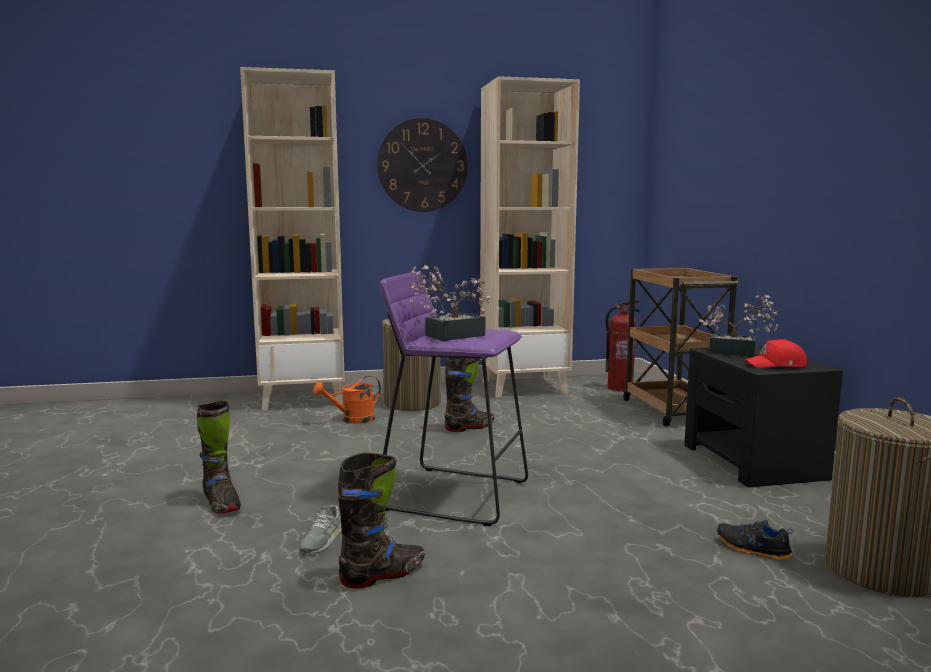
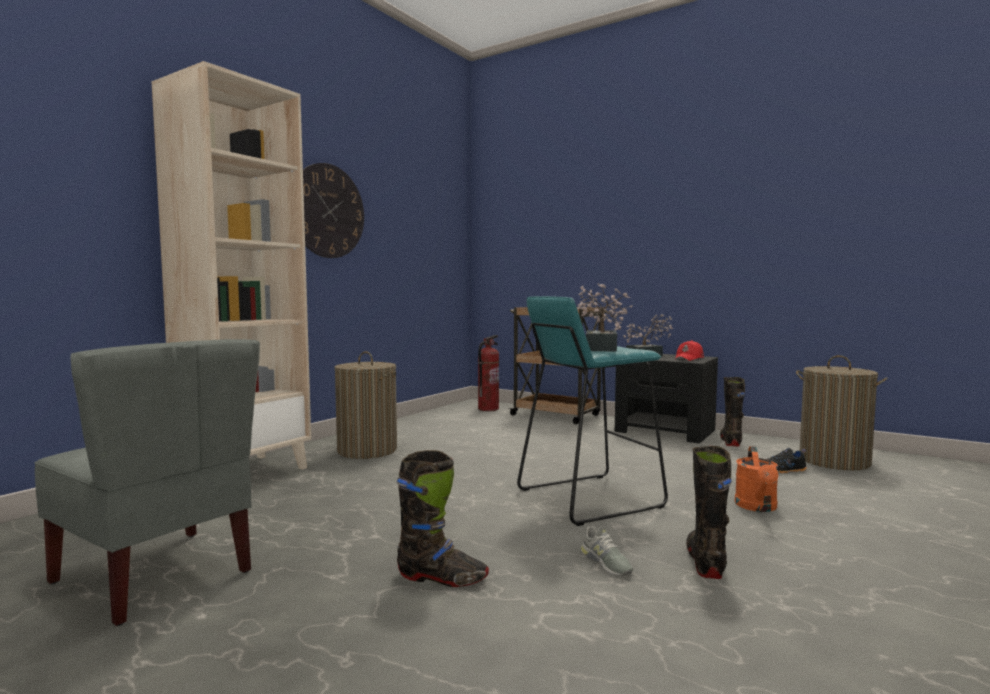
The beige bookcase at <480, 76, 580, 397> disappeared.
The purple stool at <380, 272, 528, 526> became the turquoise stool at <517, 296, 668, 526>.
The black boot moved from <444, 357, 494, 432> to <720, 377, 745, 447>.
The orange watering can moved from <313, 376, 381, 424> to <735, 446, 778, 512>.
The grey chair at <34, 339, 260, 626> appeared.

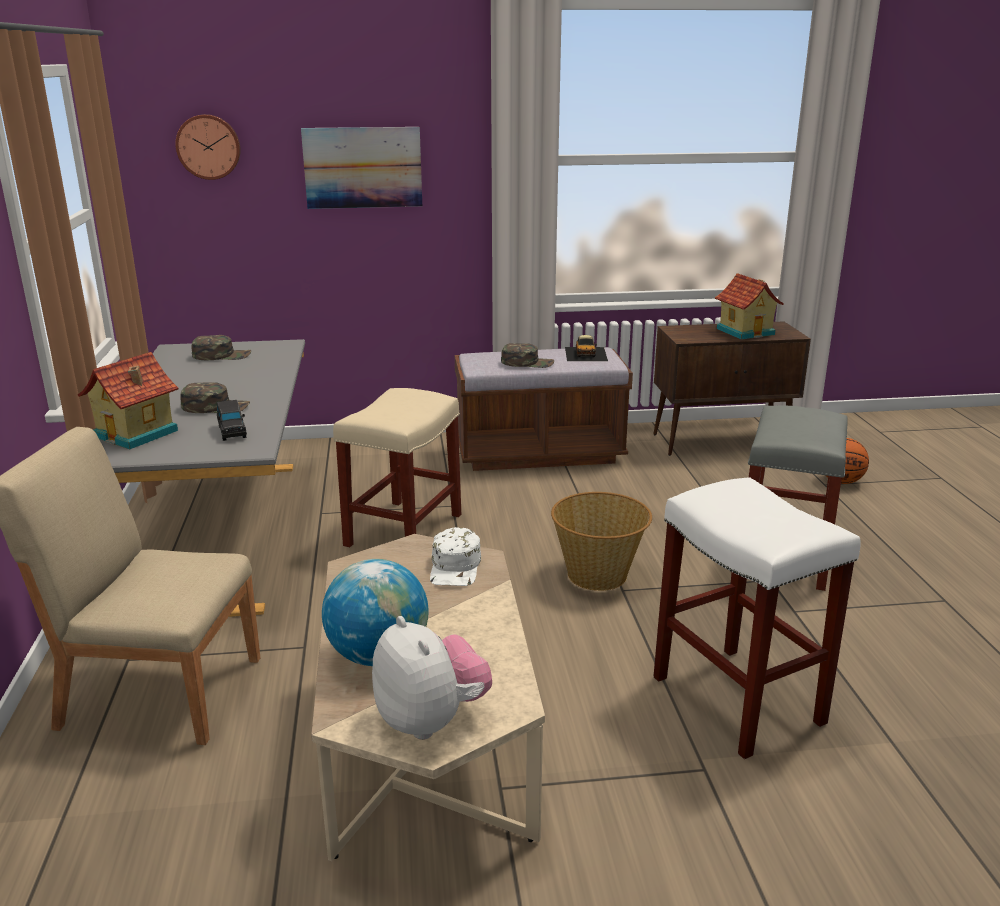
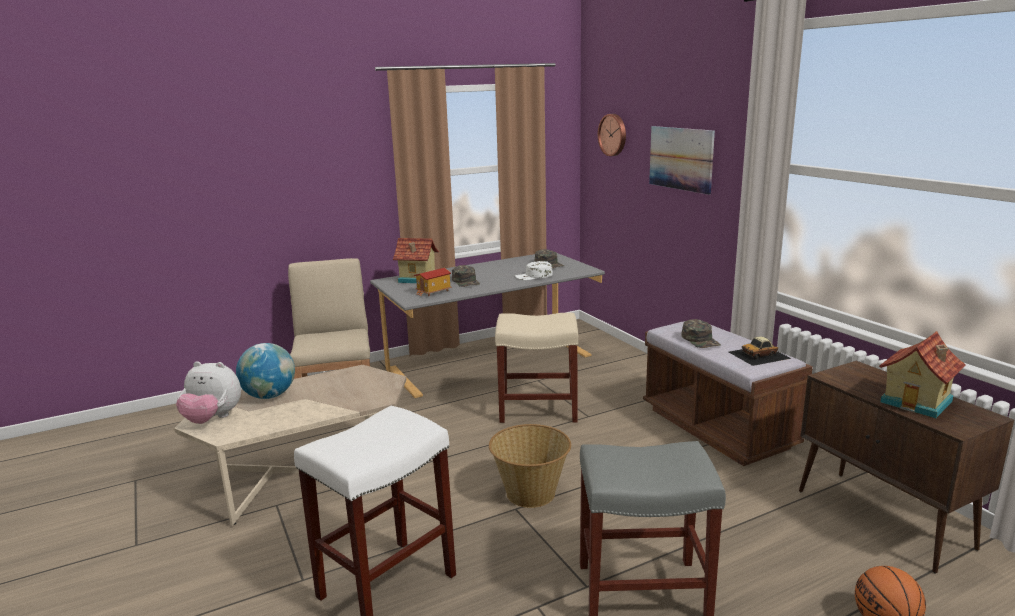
The black toy car at <217, 400, 247, 441> was replaced by the toy house at <414, 268, 452, 296>.
The white cap moved from <430, 527, 481, 586> to <514, 261, 553, 280>.
The plush toy at <372, 616, 492, 740> turned 60 degrees clockwise.

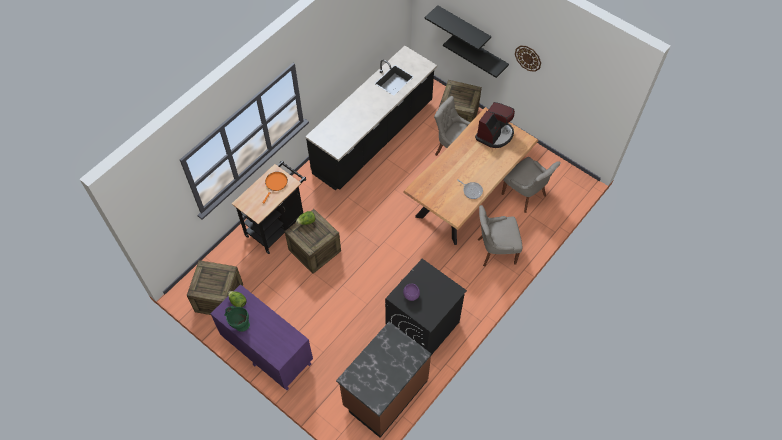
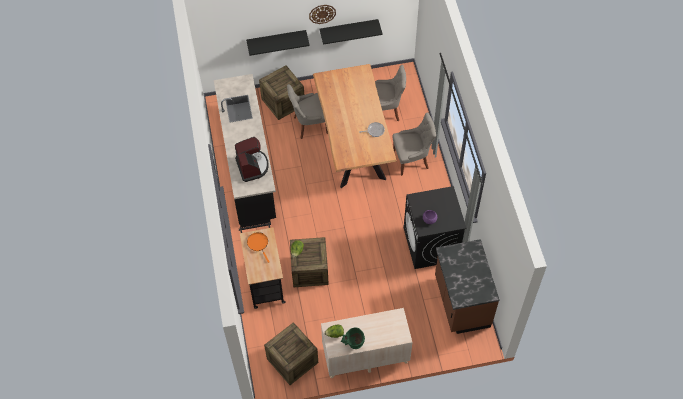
The black shelf moved from <424, 5, 491, 50> to <320, 19, 383, 45>.
The coffee machine moved from <475, 102, 515, 148> to <235, 137, 269, 182>.
The grey chair at <478, 205, 522, 267> turned 135 degrees counterclockwise.
The purple dresser at <211, 284, 313, 391> became the beige dresser at <321, 308, 413, 378>.

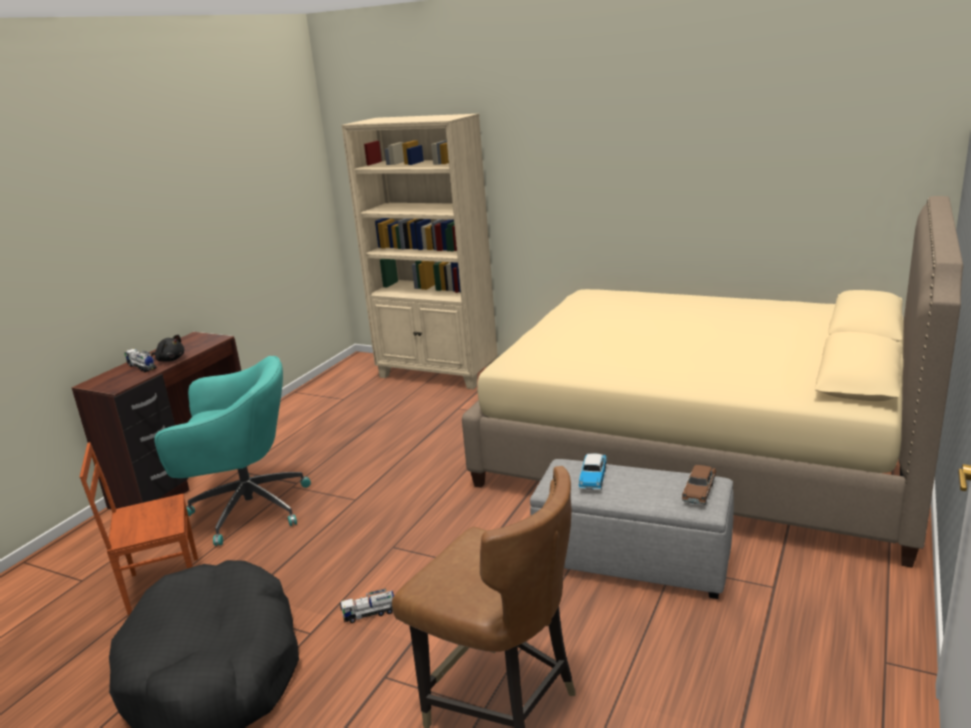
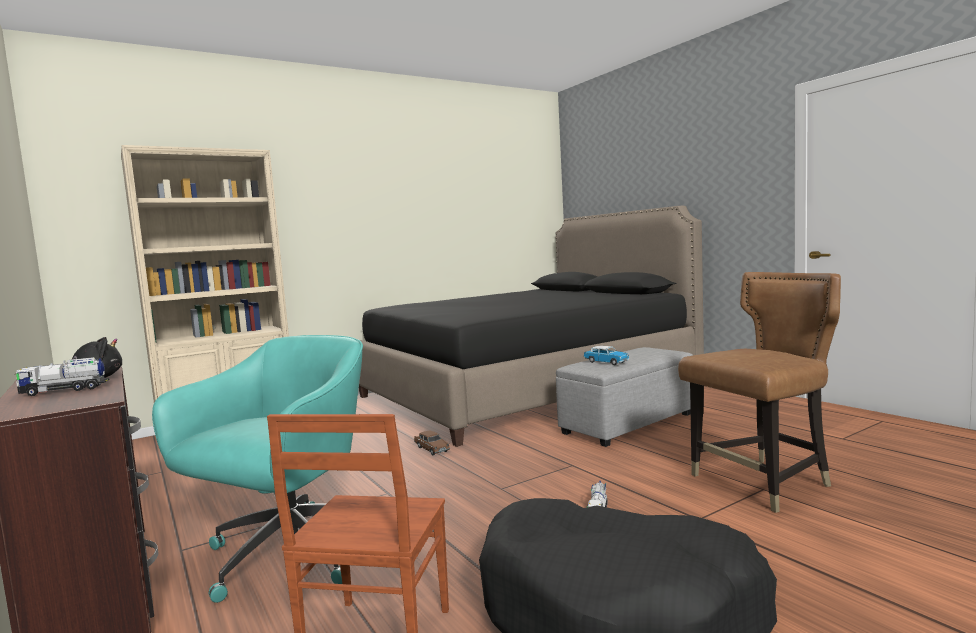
The beige bed at <462, 196, 963, 568> became the black bed at <359, 206, 704, 447>.
The brown toy car moved from <682, 465, 716, 505> to <414, 430, 450, 455>.

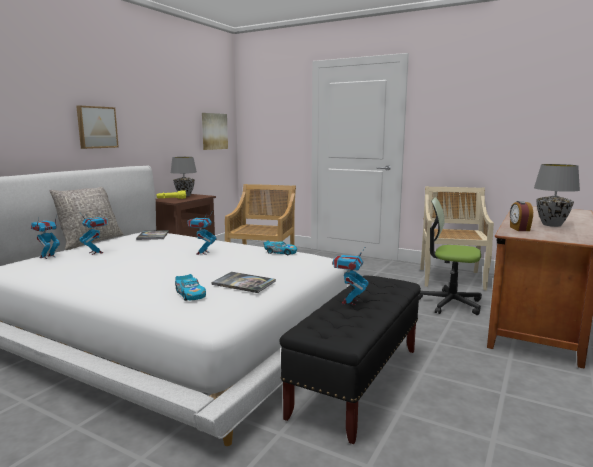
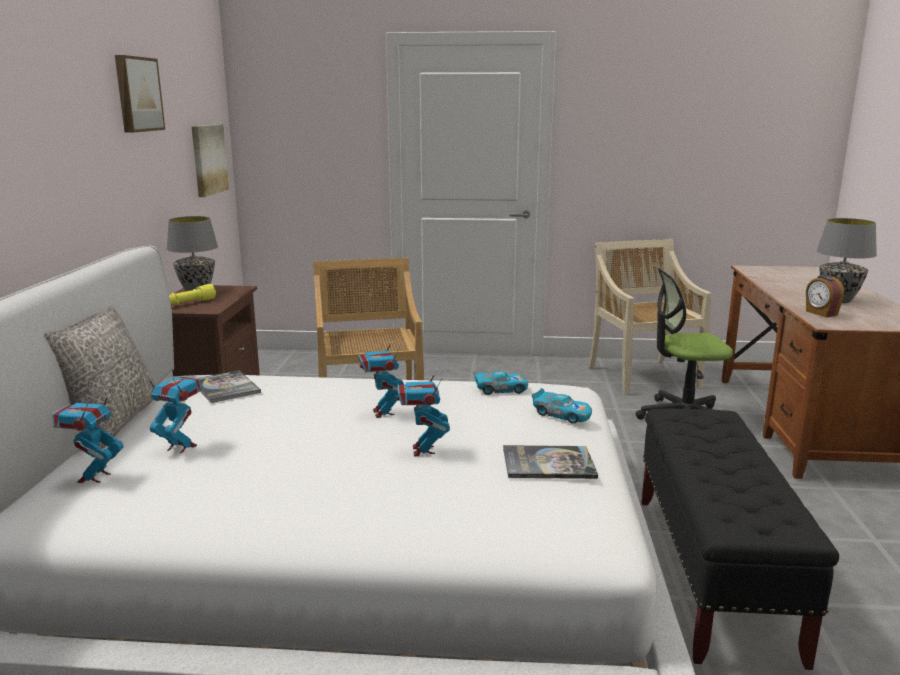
The picture moved from <76, 106, 119, 149> to <115, 55, 165, 133>.
The toy robot moved from <332, 248, 369, 305> to <397, 366, 450, 456>.
The toy car moved from <175, 274, 206, 301> to <532, 388, 592, 424>.

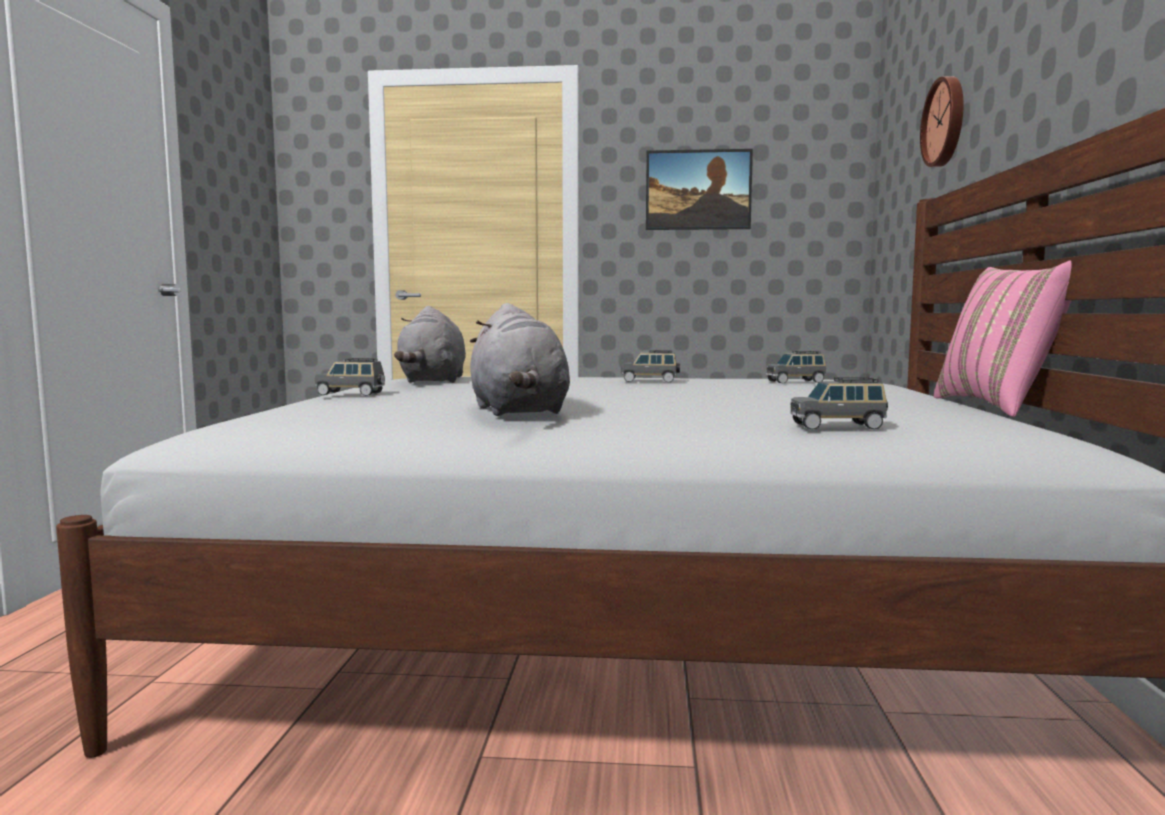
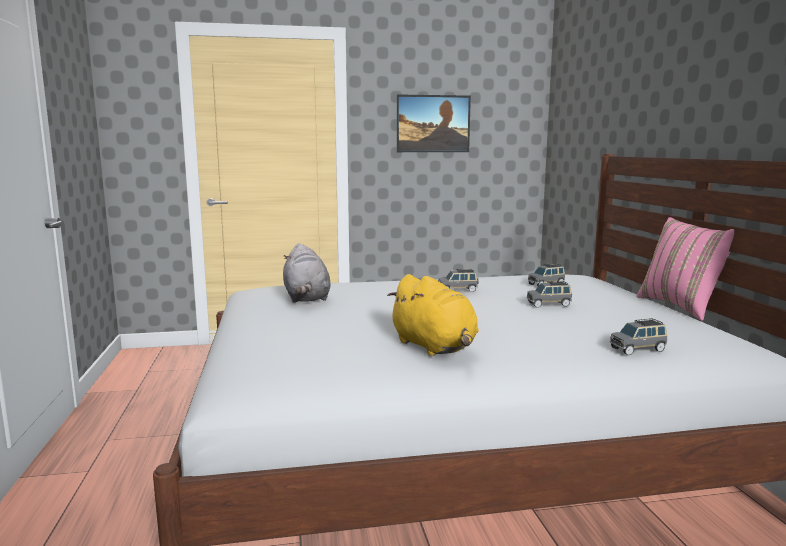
The wall clock at <920, 76, 964, 167> disappeared.
The grey plush toy at <470, 303, 570, 416> became the yellow plush toy at <387, 274, 479, 356>.
The grey toy car moved from <315, 358, 385, 396> to <527, 281, 572, 308>.

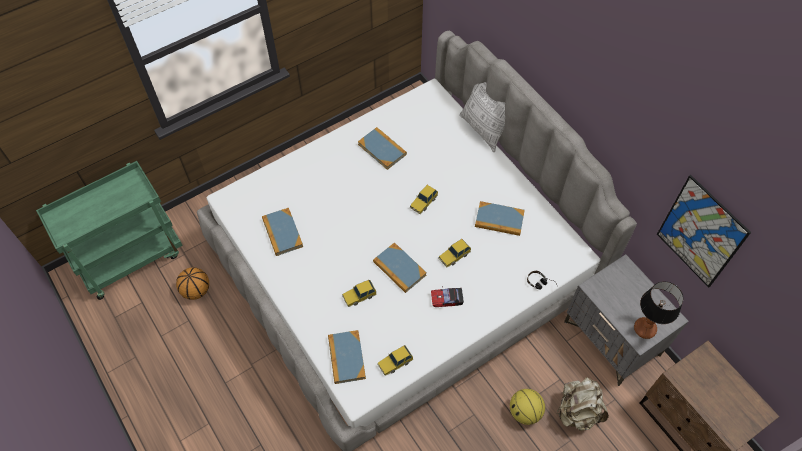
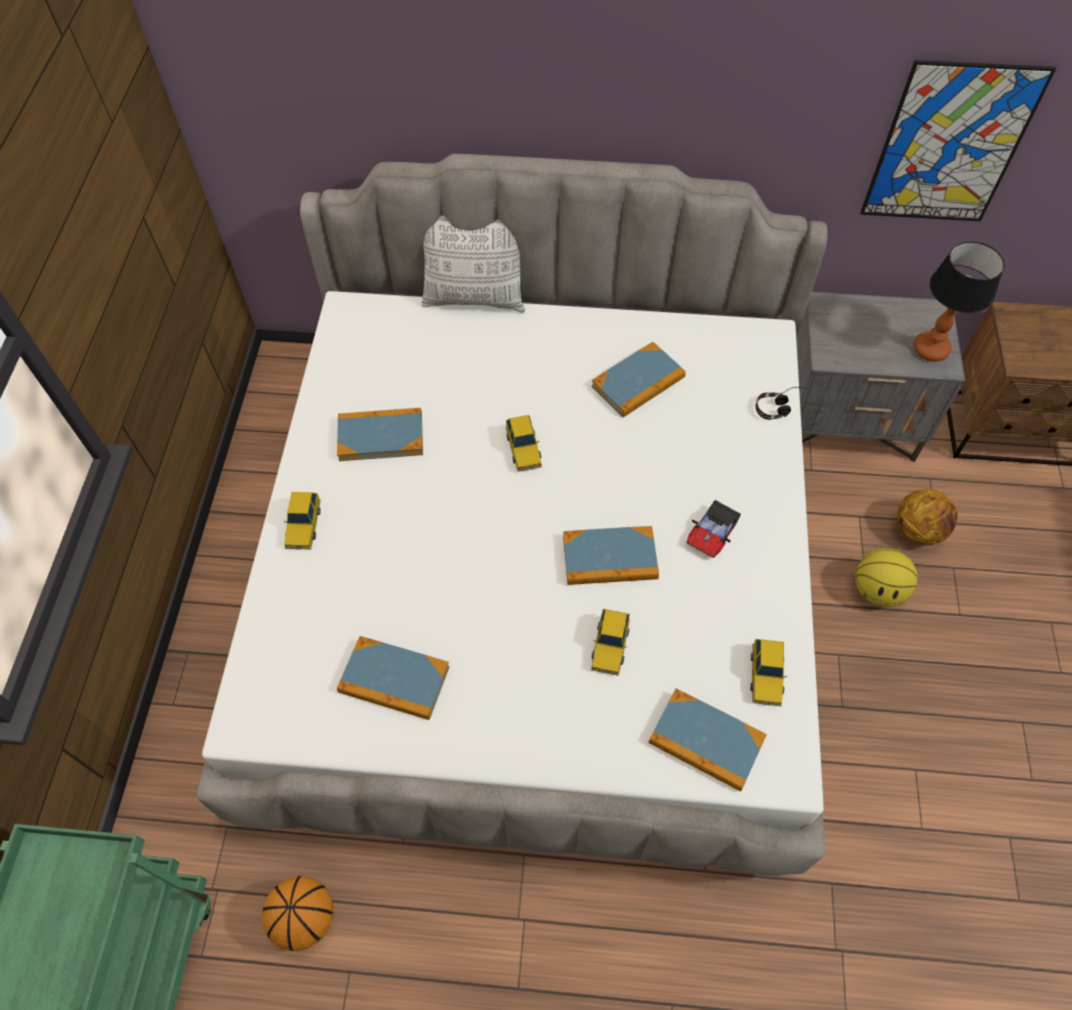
The toy car moved from <439, 239, 471, 267> to <284, 492, 321, 550>.
The beige backpack at <557, 377, 609, 431> was replaced by the basketball at <897, 489, 957, 545>.

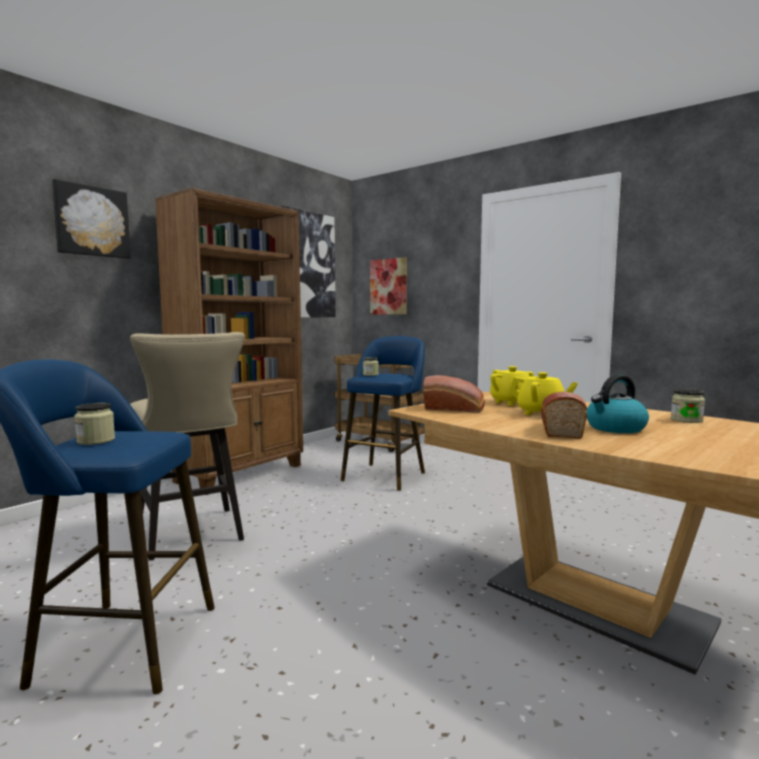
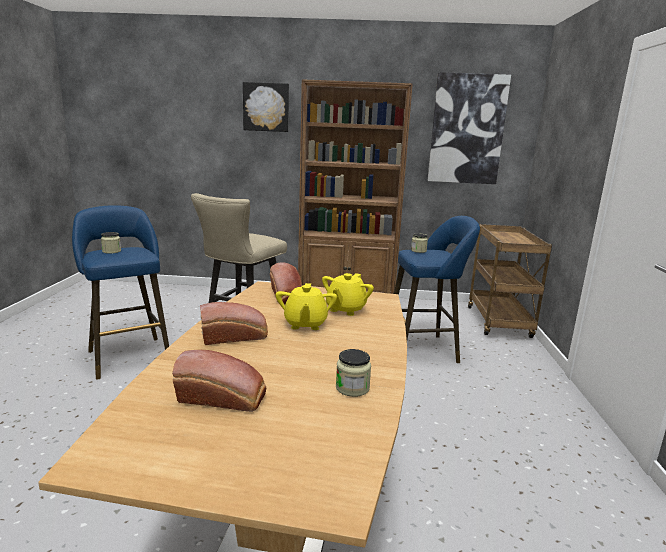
The picture at <370, 257, 407, 315> disappeared.
The kettle at <586, 374, 649, 433> disappeared.
The bread at <172, 350, 266, 412> appeared.

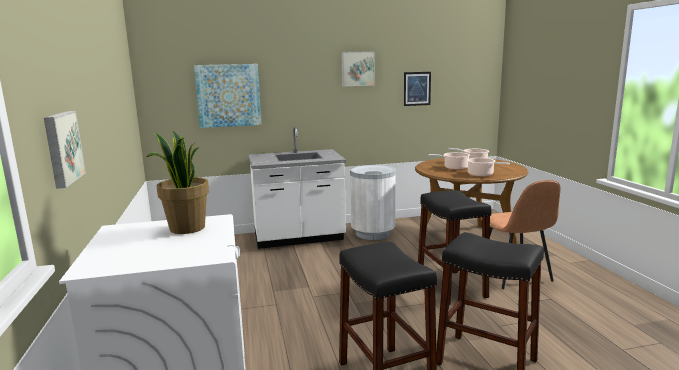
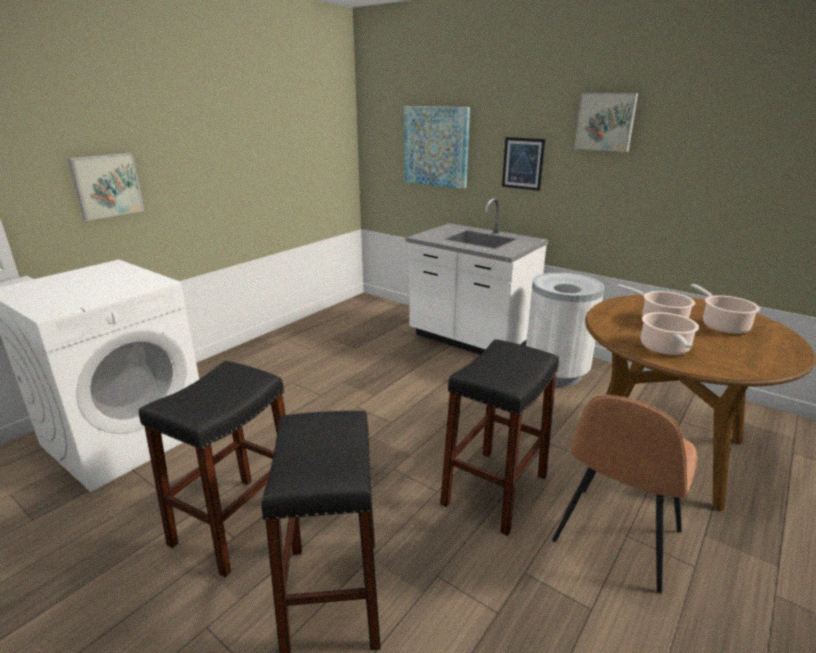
The picture moved from <404, 72, 431, 106> to <502, 137, 545, 191>.
The potted plant at <147, 131, 209, 234> disappeared.

